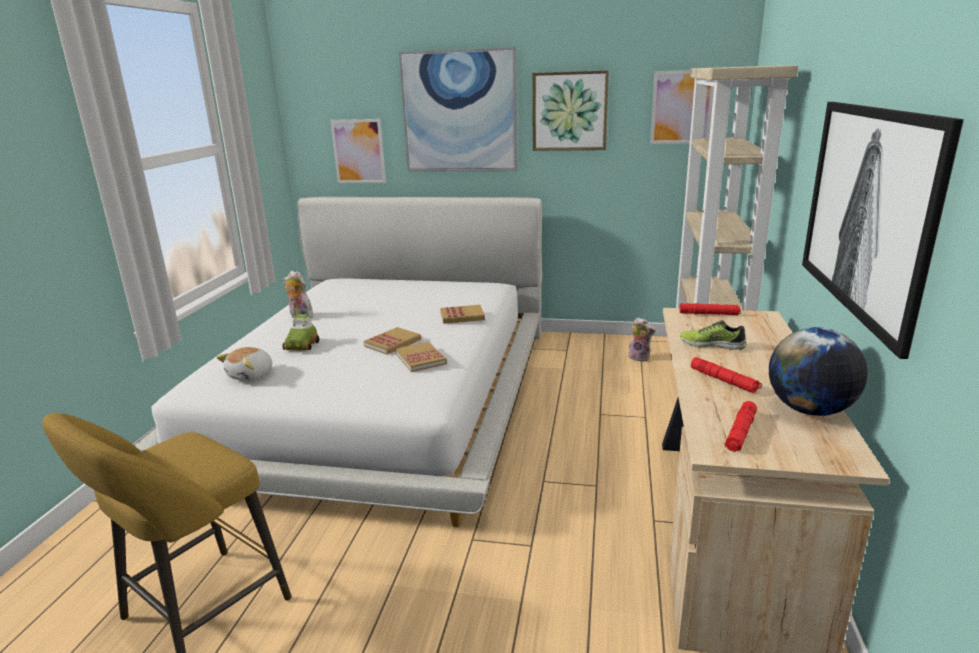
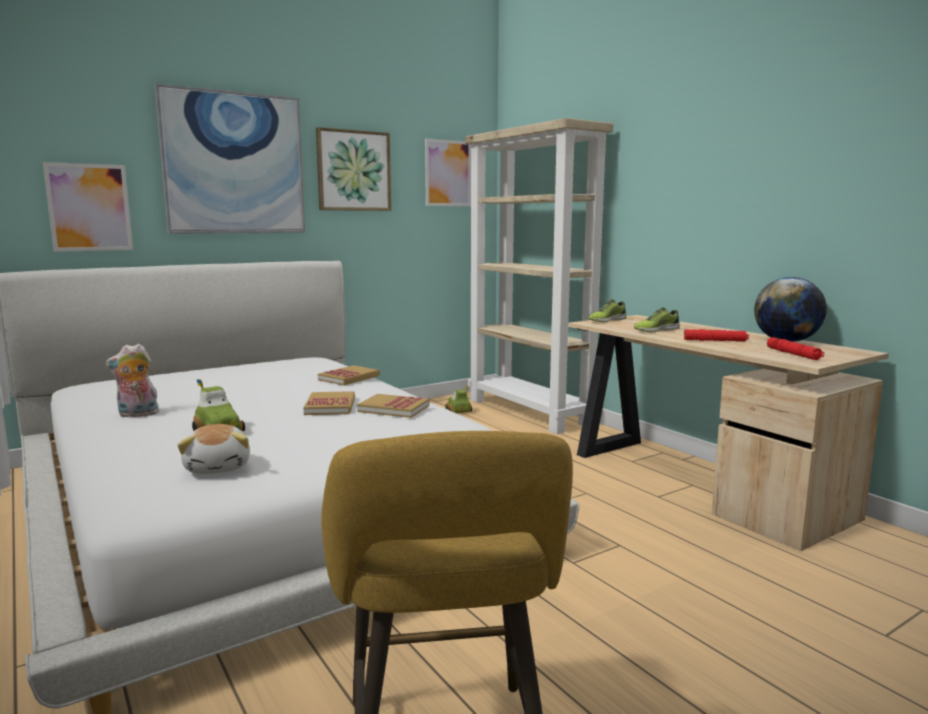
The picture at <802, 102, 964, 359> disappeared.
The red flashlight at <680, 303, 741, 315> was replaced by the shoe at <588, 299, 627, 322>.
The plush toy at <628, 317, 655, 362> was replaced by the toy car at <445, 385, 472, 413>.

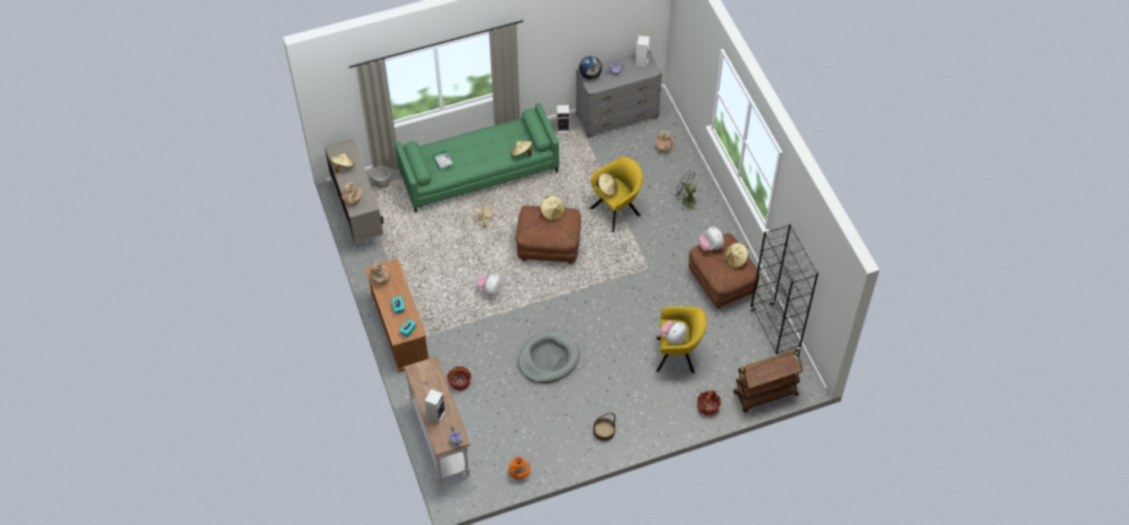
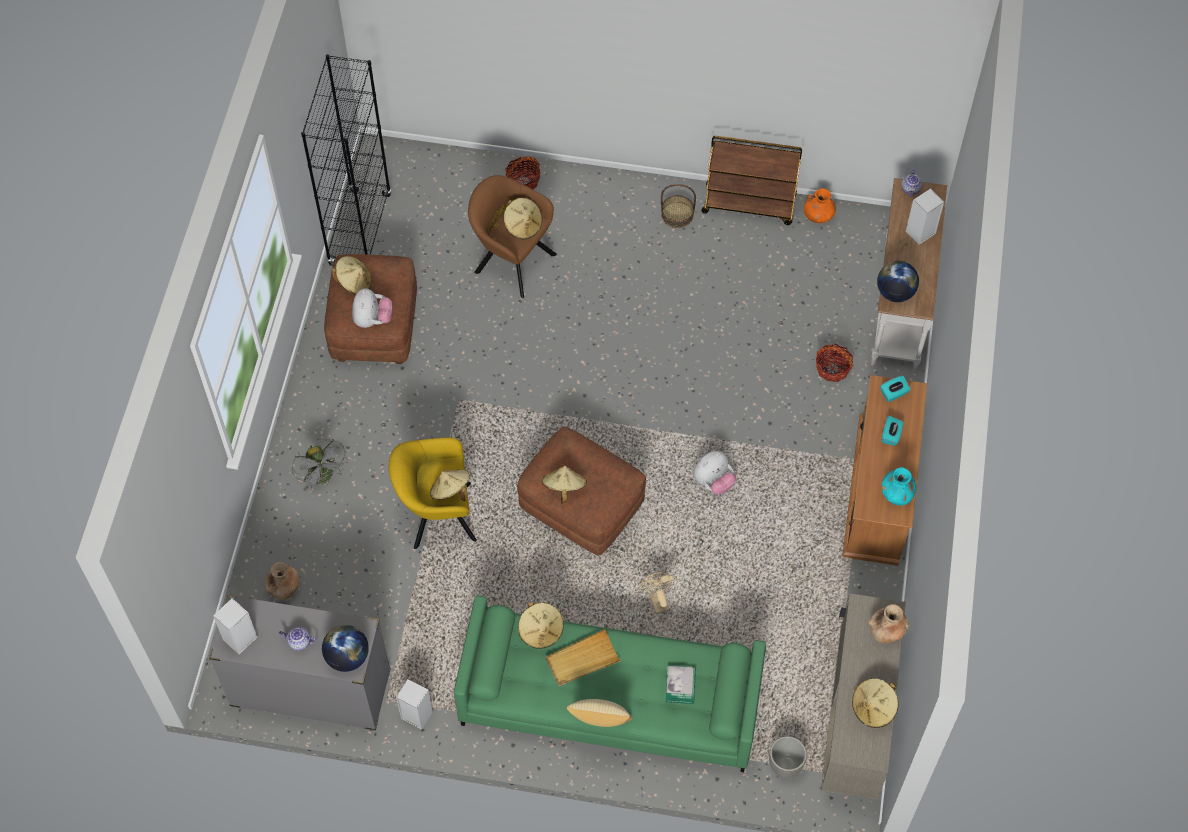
The brown vase at <370, 261, 390, 285> became the turquoise vase at <882, 467, 916, 506>.
The yellow armchair at <656, 306, 707, 373> became the brown armchair at <468, 175, 557, 298>.
The plush toy at <660, 321, 687, 345> was replaced by the beige hat at <504, 198, 542, 240>.
The grey dog bed at <518, 331, 579, 383> disappeared.
The brown cart moved from <733, 350, 803, 413> to <701, 136, 802, 225>.
The globe at <877, 261, 919, 302> appeared.
The beige tray at <545, 629, 621, 686> appeared.
The pillow at <567, 699, 633, 727> appeared.

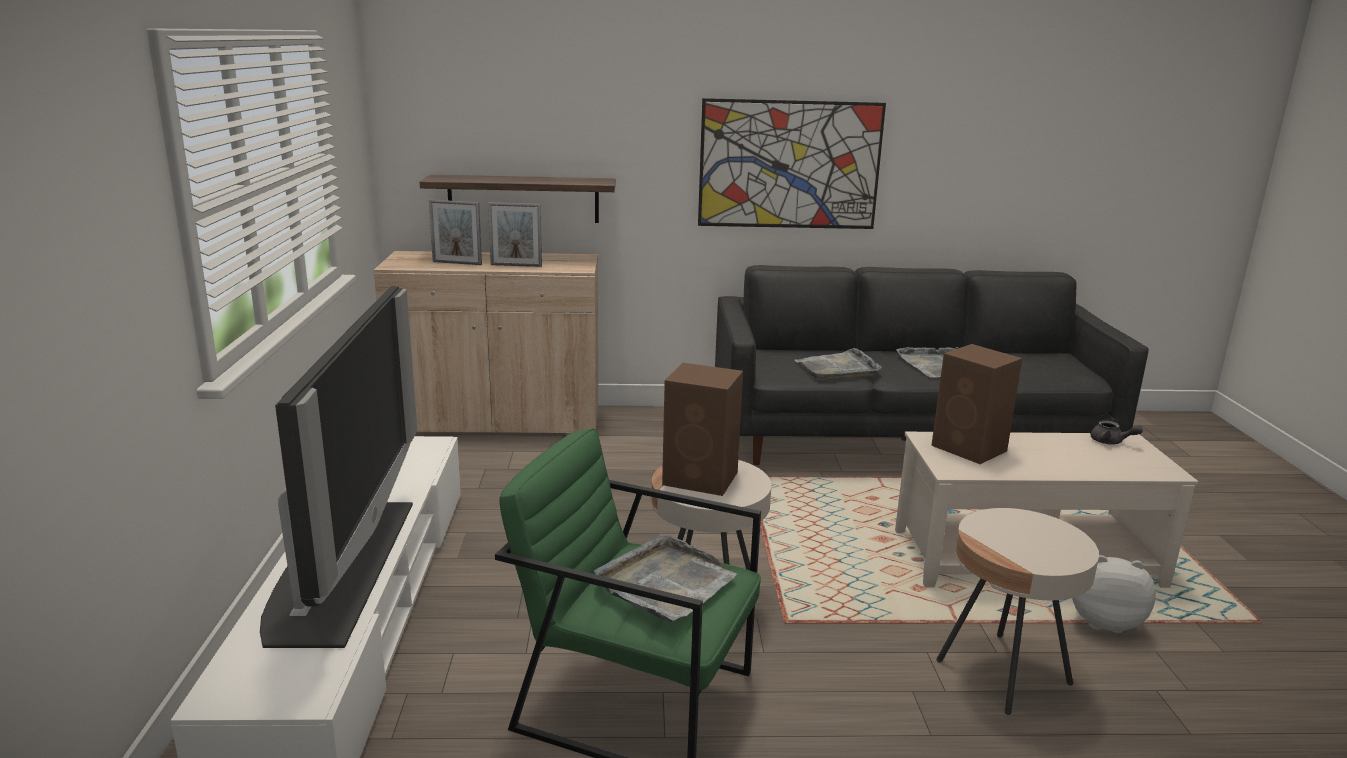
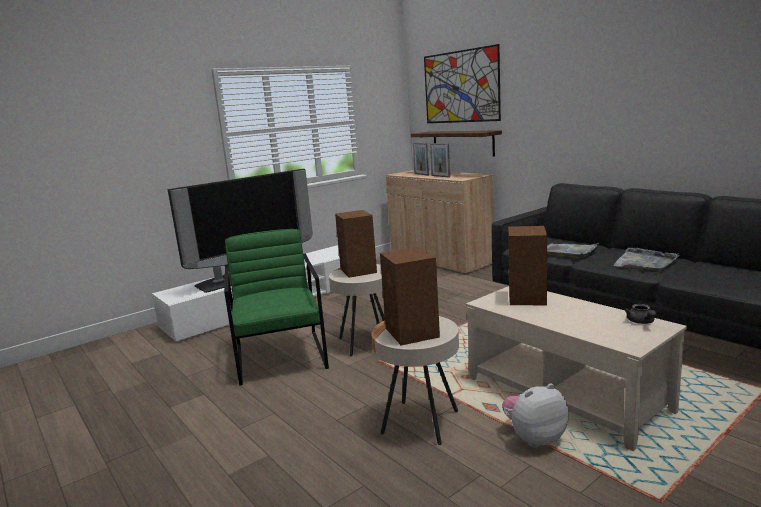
The picture moved from <698, 98, 886, 229> to <424, 44, 501, 123>.
The grey tray at <594, 536, 737, 622> disappeared.
The plush toy at <1072, 555, 1156, 633> turned 90 degrees counterclockwise.
The brown speaker at <380, 247, 440, 345> appeared.

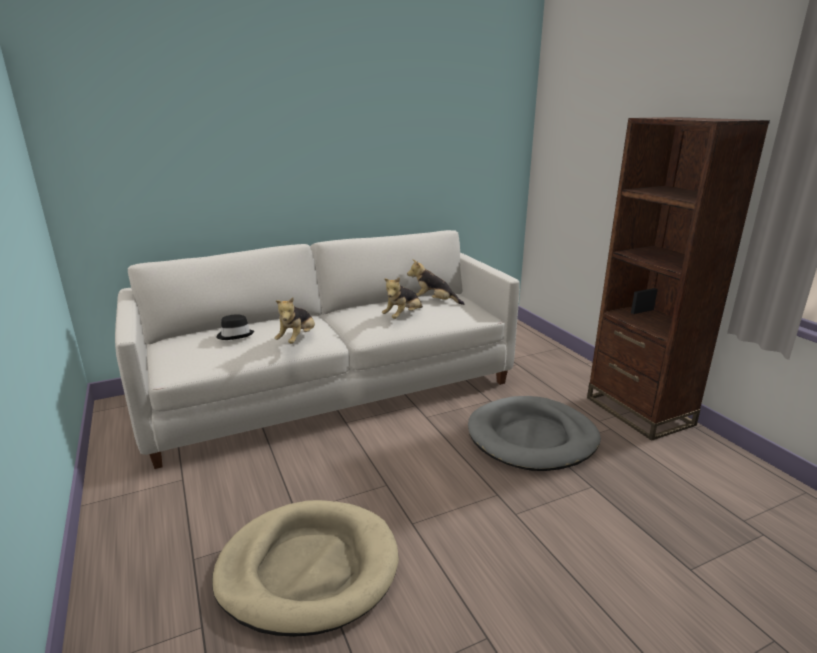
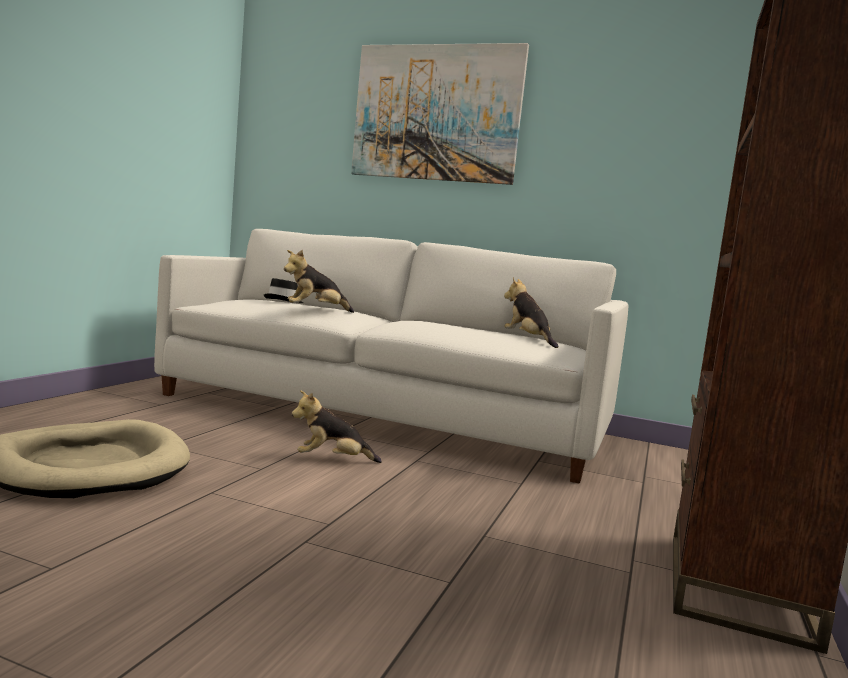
The plush toy moved from <382, 277, 423, 319> to <292, 390, 382, 463>.
The grey dog bed at <468, 396, 601, 471> disappeared.
The picture at <351, 43, 529, 185> appeared.

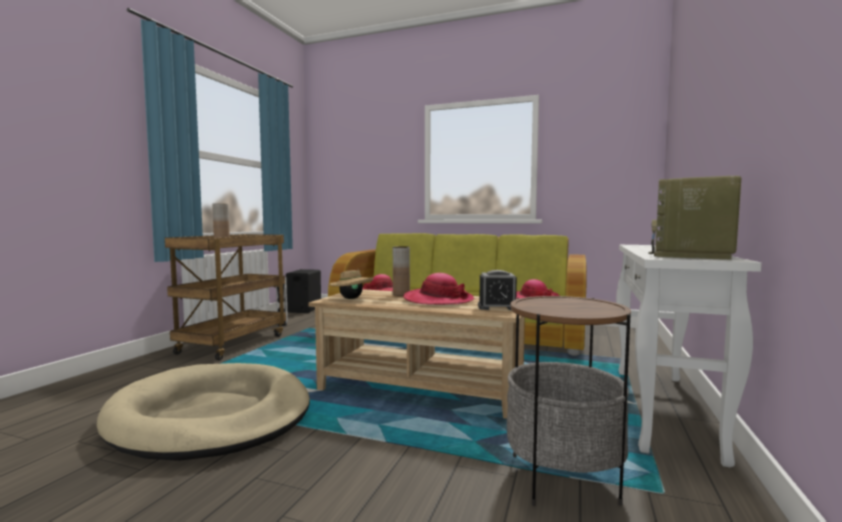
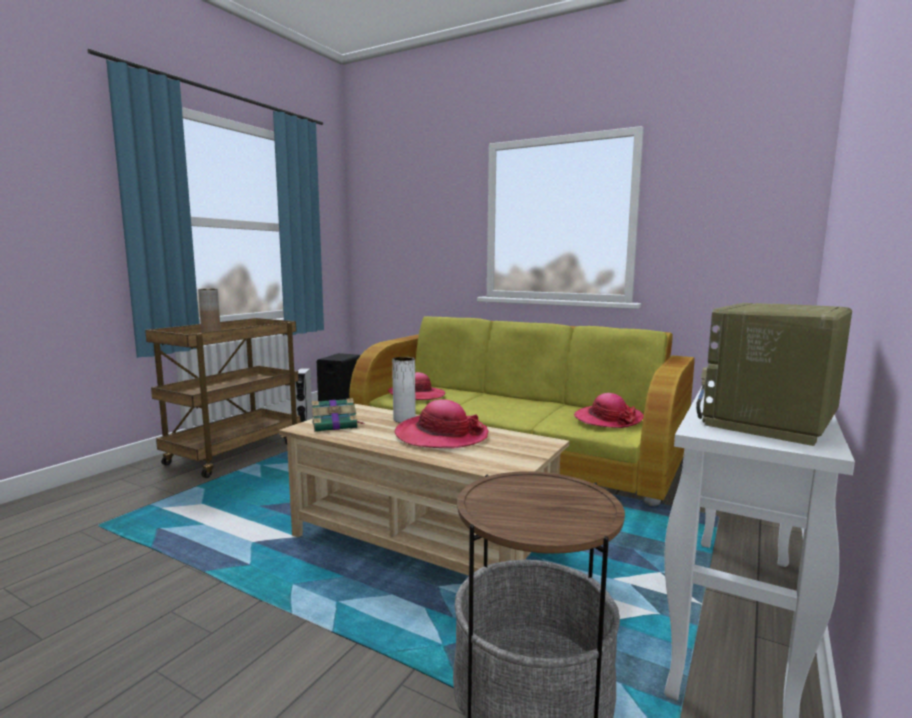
The brown vase at <393, 246, 410, 296> became the white vase at <392, 357, 416, 423>.
The beige hat at <329, 269, 374, 299> was replaced by the book at <312, 398, 365, 432>.
The alarm clock at <478, 270, 517, 310> disappeared.
The beige dog bed at <97, 363, 310, 461> disappeared.

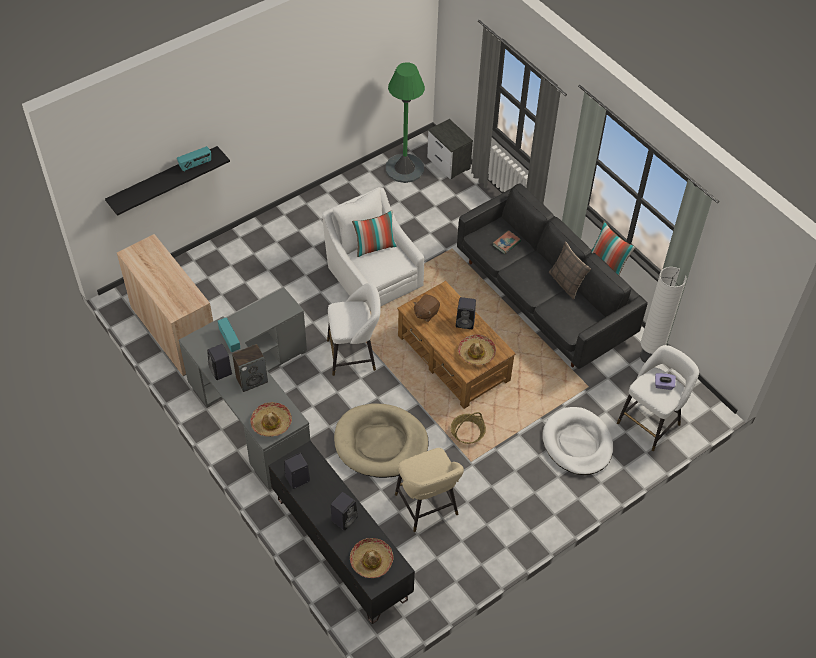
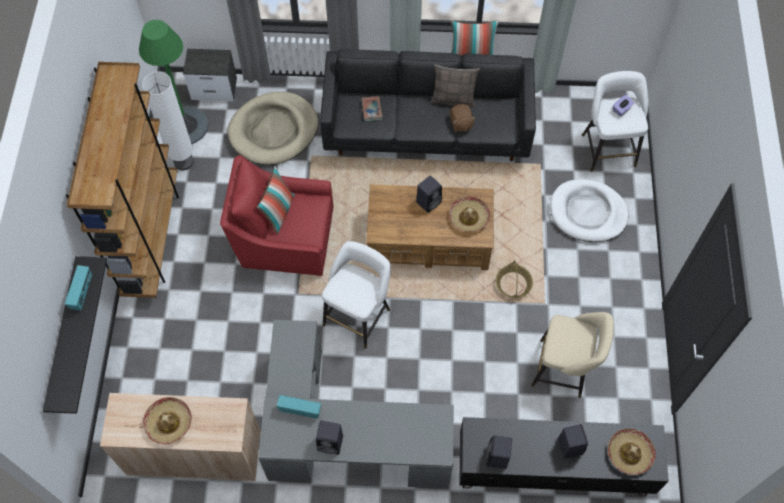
The white armchair at <322, 187, 424, 311> became the red armchair at <220, 155, 334, 276>.
The white floor lamp moved from <640, 267, 687, 363> to <142, 71, 194, 171>.
The brown plush toy moved from <413, 294, 440, 322> to <450, 104, 476, 132>.
The speaker at <232, 344, 268, 392> disappeared.
The hat moved from <250, 402, 292, 437> to <143, 397, 192, 445>.
The beige dog bed moved from <334, 403, 429, 478> to <228, 92, 318, 165>.
The brown bookcase at <66, 62, 179, 298> appeared.

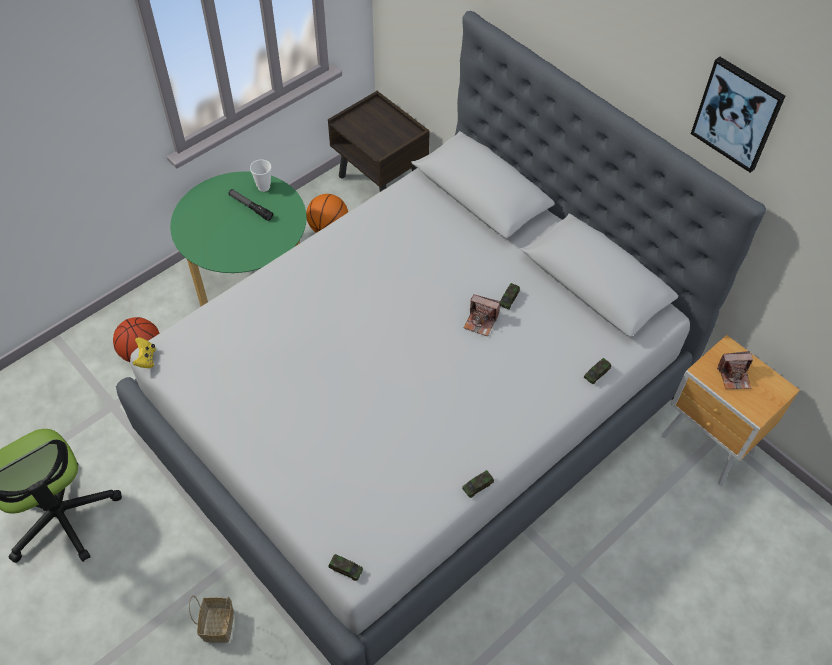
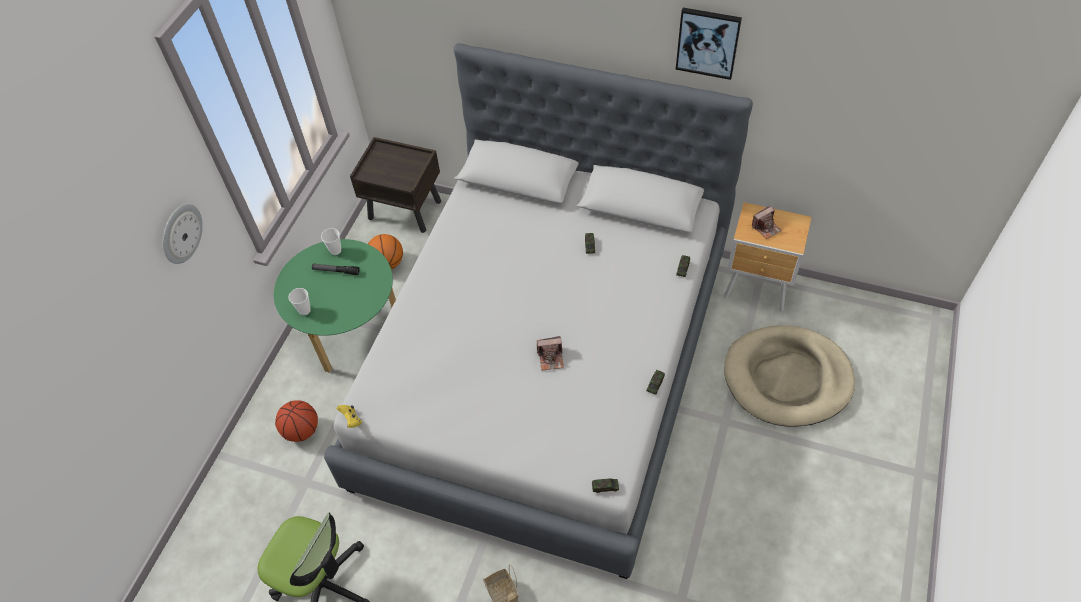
The photo camera moved from <464, 295, 500, 336> to <537, 336, 564, 370>.
The wall clock at <163, 204, 203, 264> appeared.
The cup at <289, 288, 311, 315> appeared.
The beige dog bed at <724, 325, 855, 427> appeared.

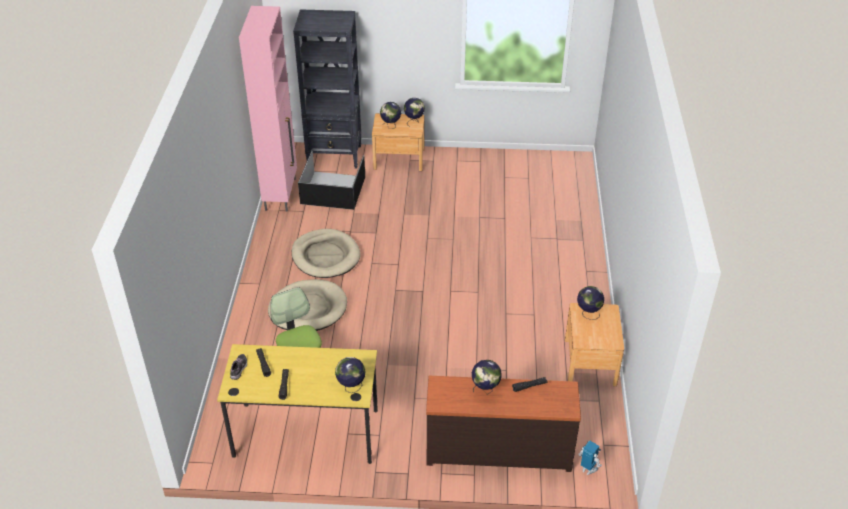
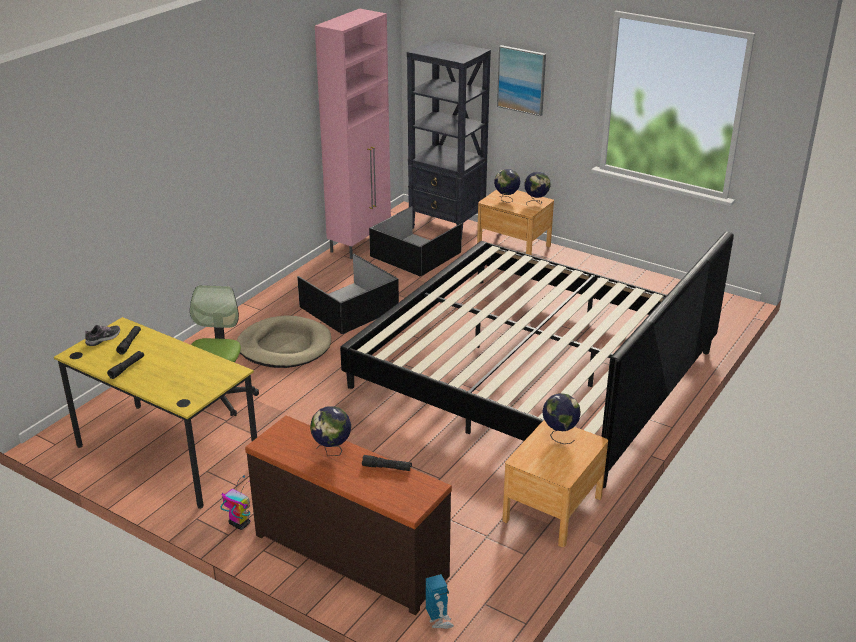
The beige dog bed at <292, 229, 361, 278> was replaced by the black storage box at <297, 254, 399, 334>.
The globe at <335, 357, 365, 393> disappeared.
The picture at <497, 45, 546, 116> appeared.
The bed at <340, 232, 734, 488> appeared.
The toy robot at <220, 475, 250, 530> appeared.

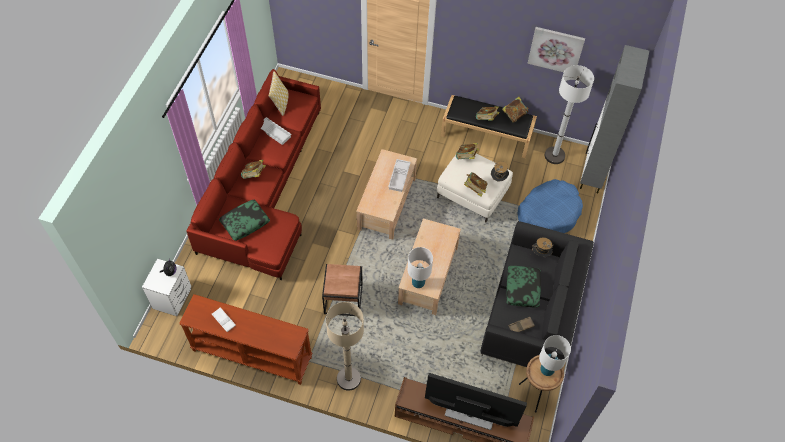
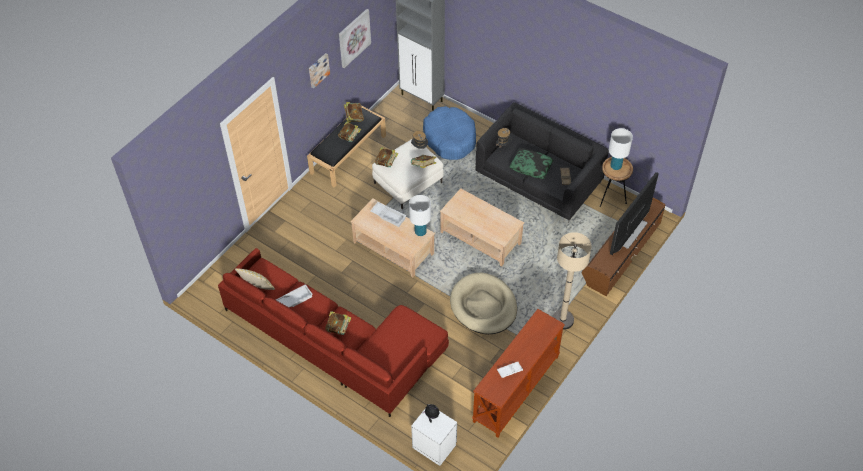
The white floor lamp at <545, 65, 594, 164> disappeared.
The pillow at <219, 200, 270, 241> disappeared.
The white table lamp moved from <408, 247, 433, 288> to <409, 195, 431, 236>.
The brown side table at <322, 264, 363, 316> was replaced by the beige dog bed at <450, 273, 517, 334>.
The picture at <309, 53, 330, 89> appeared.

